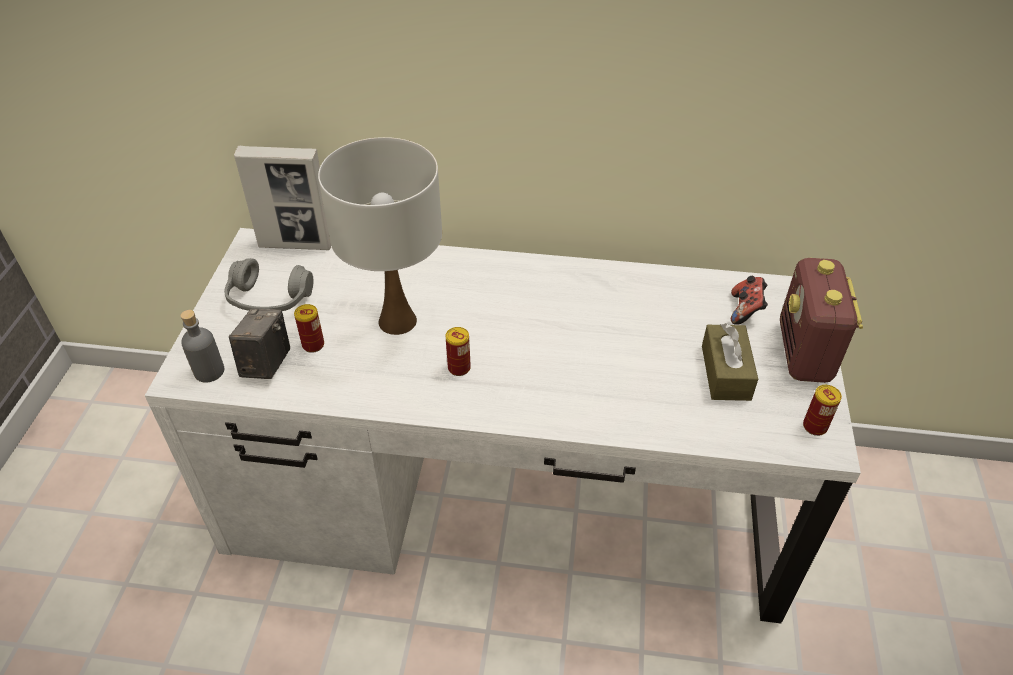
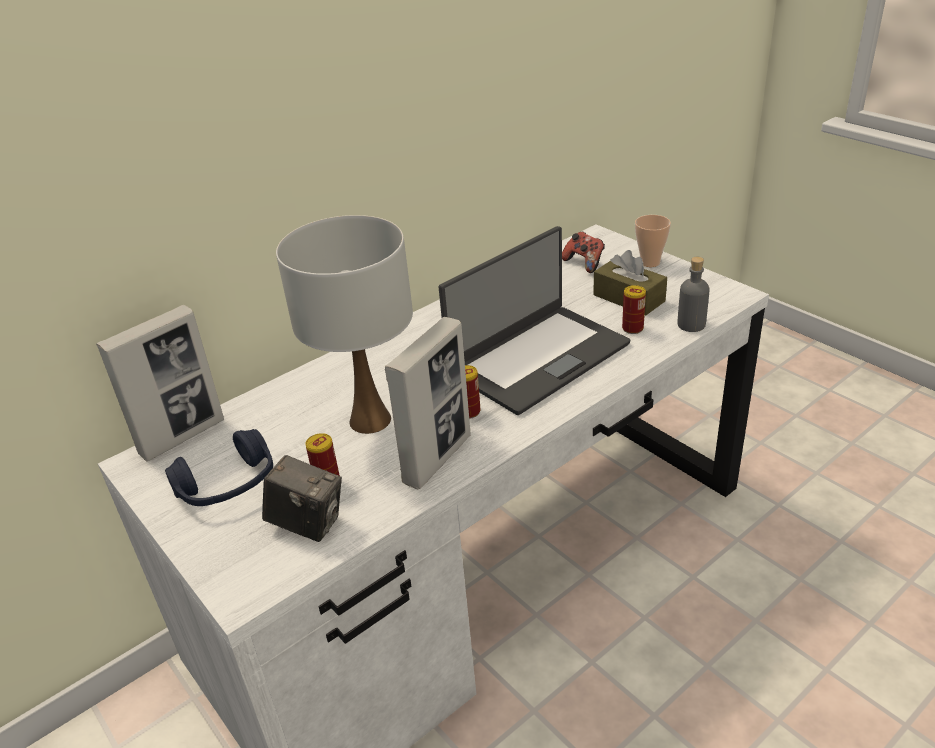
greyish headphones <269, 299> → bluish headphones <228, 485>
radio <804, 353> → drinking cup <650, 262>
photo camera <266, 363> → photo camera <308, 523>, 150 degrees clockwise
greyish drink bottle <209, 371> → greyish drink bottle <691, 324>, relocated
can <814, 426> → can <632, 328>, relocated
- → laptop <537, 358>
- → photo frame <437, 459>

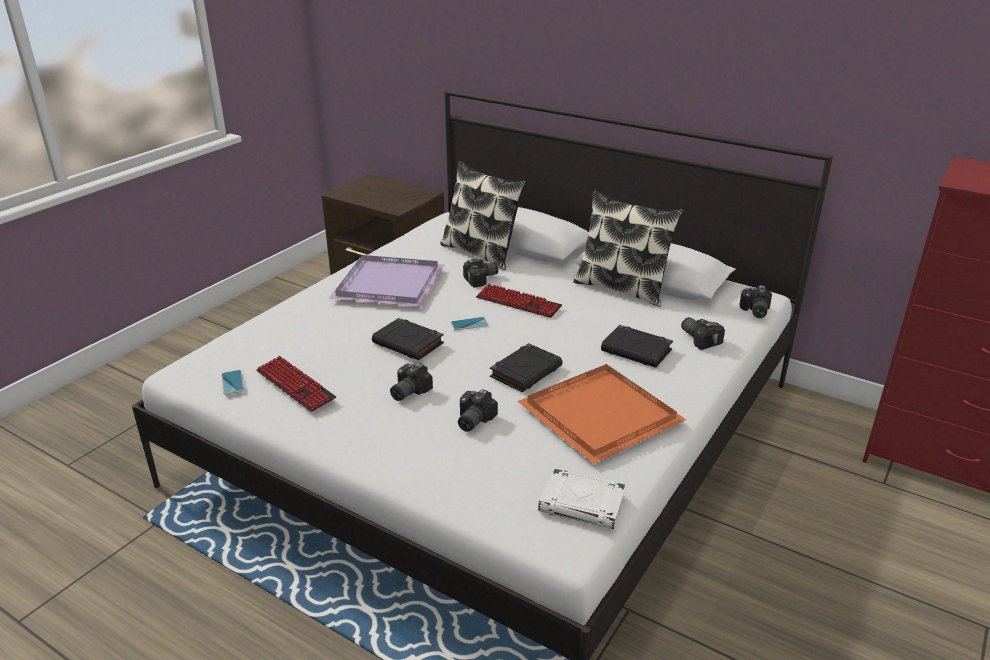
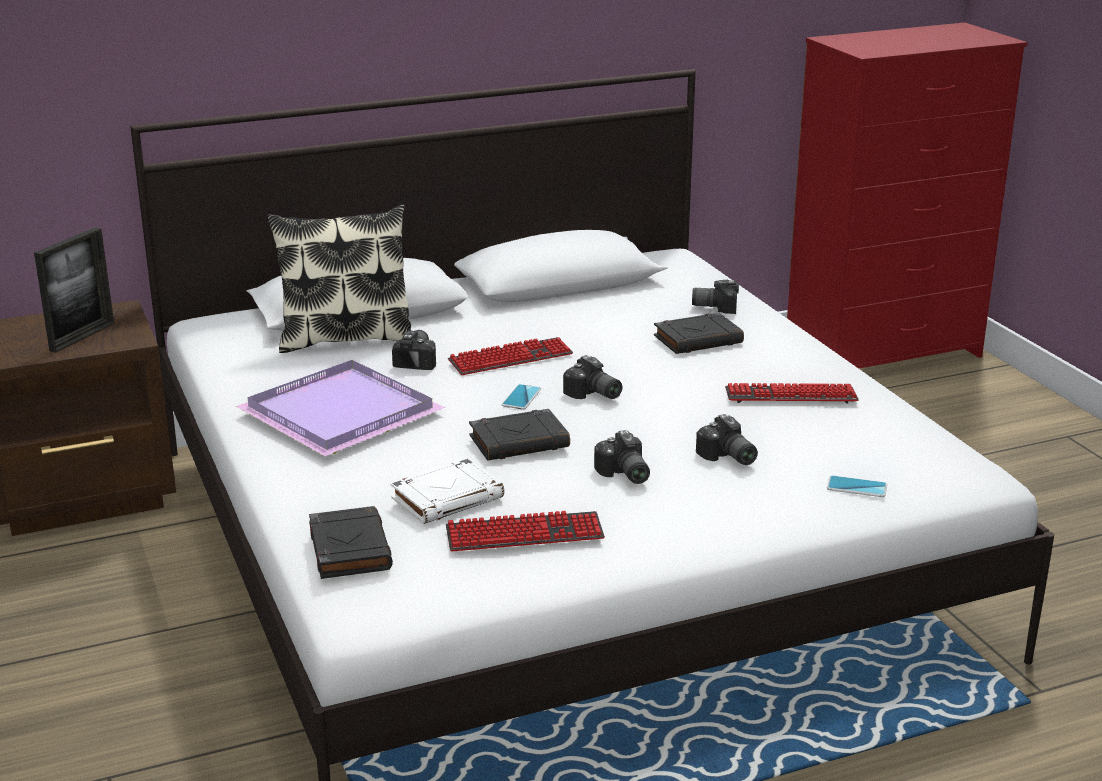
throw pillow <622, 288> → -
photo camera <754, 311> → photo camera <593, 394>, relocated
blackish book <526, 371> → blackish book <349, 549>, relocated
orange-coloured carrying tray <596, 414> → computer keyboard <790, 396>
telephone <232, 383> → telephone <856, 487>, relocated
white-coloured book <583, 504> → white-coloured book <448, 498>, relocated
- → photo frame <82, 337>

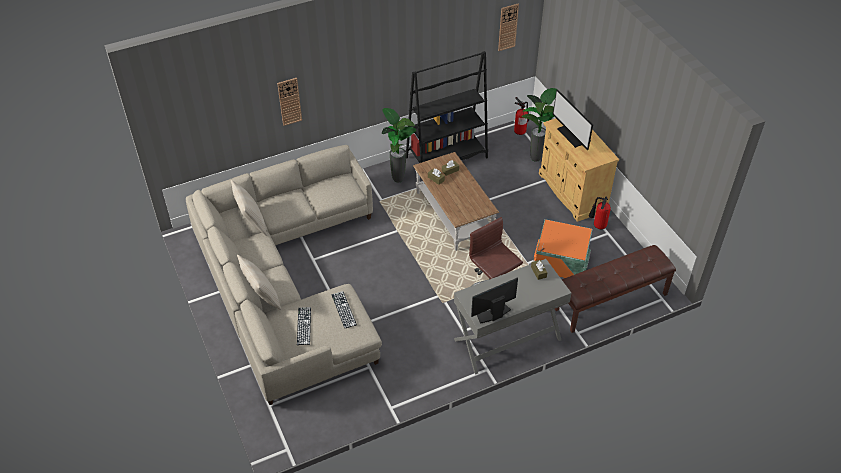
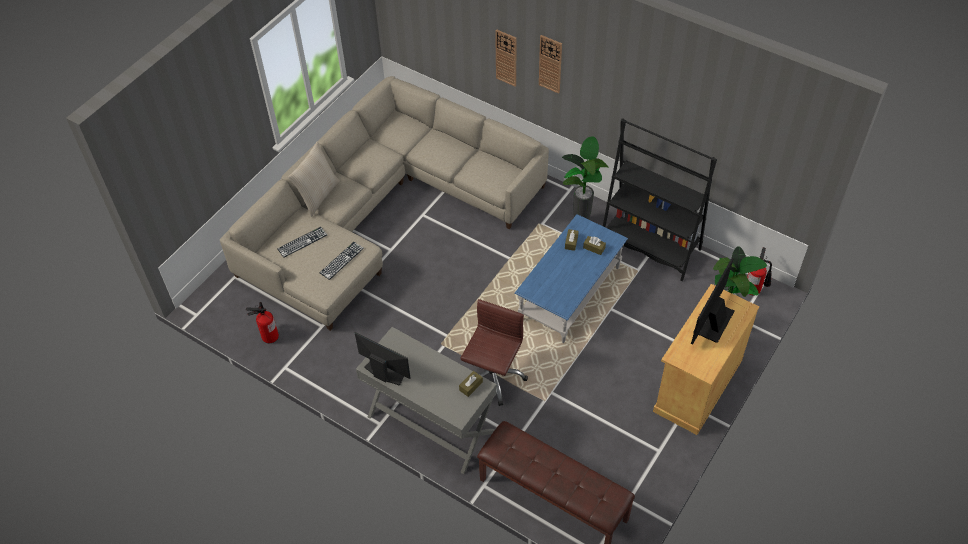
hanging clock <508, 27> → hanging clock <550, 64>, relocated
brown low table <453, 215> → bluish low table <570, 293>
beige throw pillow <251, 222> → -
fire extinguisher <597, 226> → fire extinguisher <269, 336>, relocated
orange-coloured storage box <561, 263> → -

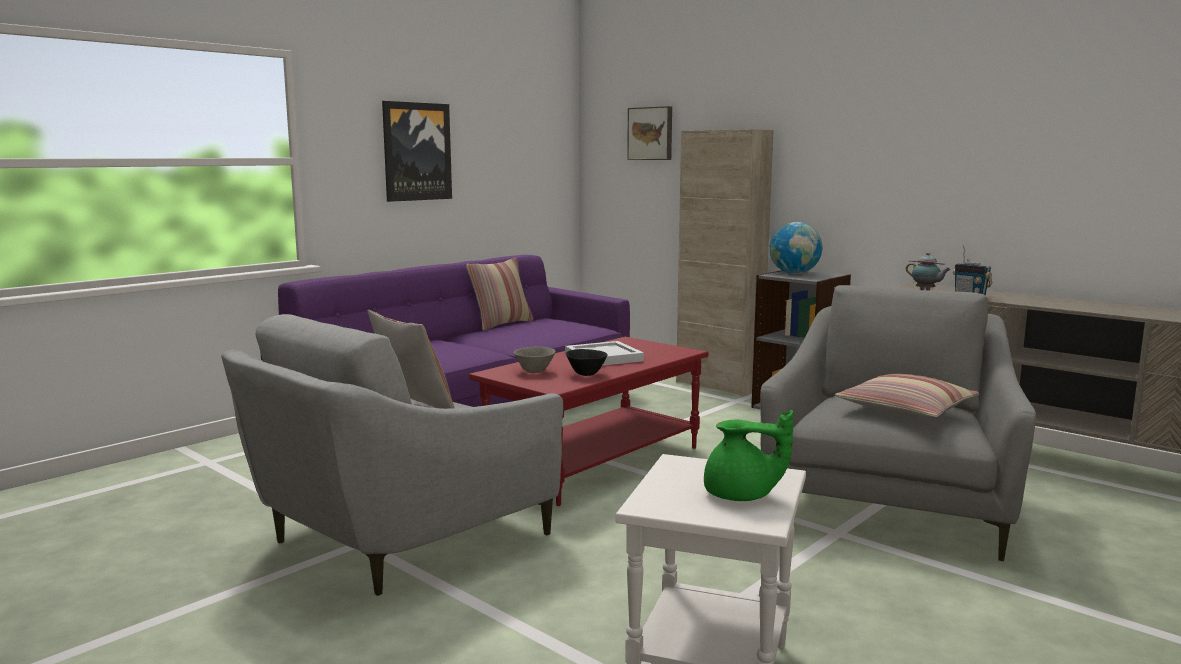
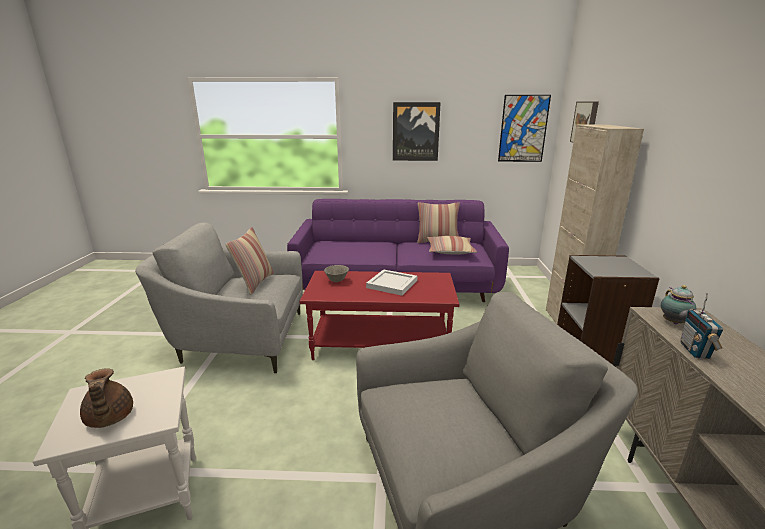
world globe <794, 273> → -
blackish deep dish <586, 374> → -
throw pillow <905, 410> → throw pillow <450, 251>, relocated
green pot for tea <741, 496> → brown pot for tea <109, 418>
- → picture <523, 129>

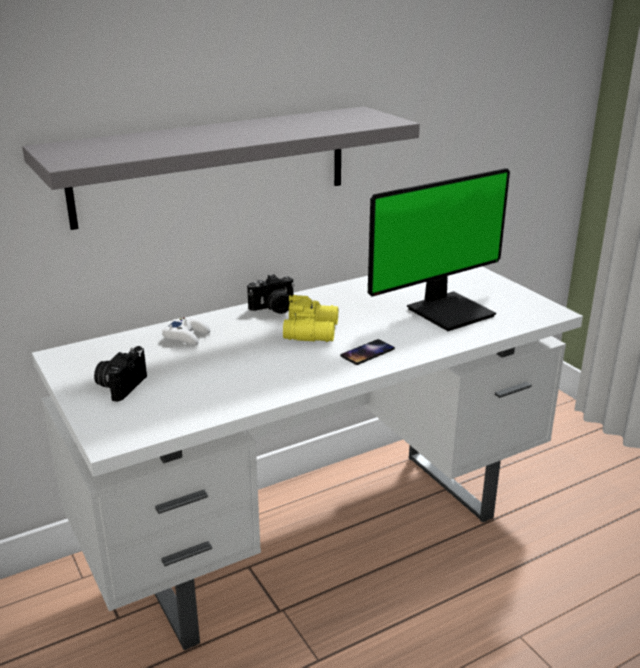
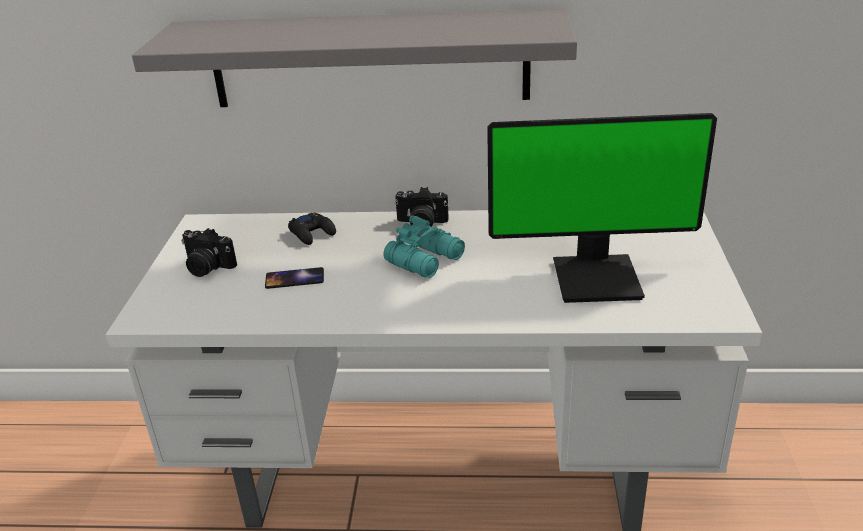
yellow field glasses <313, 331> → blue-green field glasses <427, 260>
white-coloured joypad <187, 336> → blackish joypad <312, 233>
telephone <367, 352> → telephone <294, 279>, relocated
photo camera <121, 385> → photo camera <207, 267>, 120 degrees counterclockwise

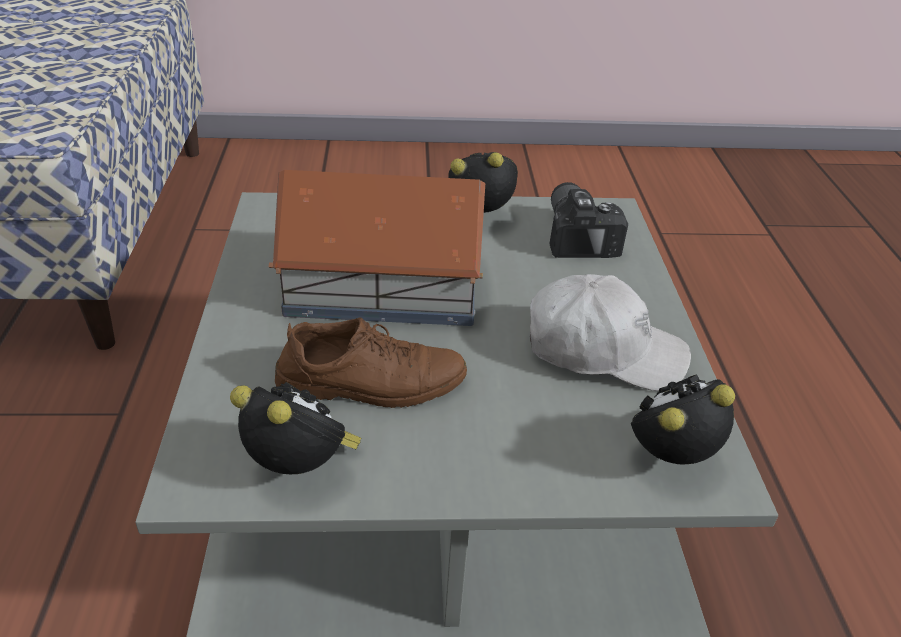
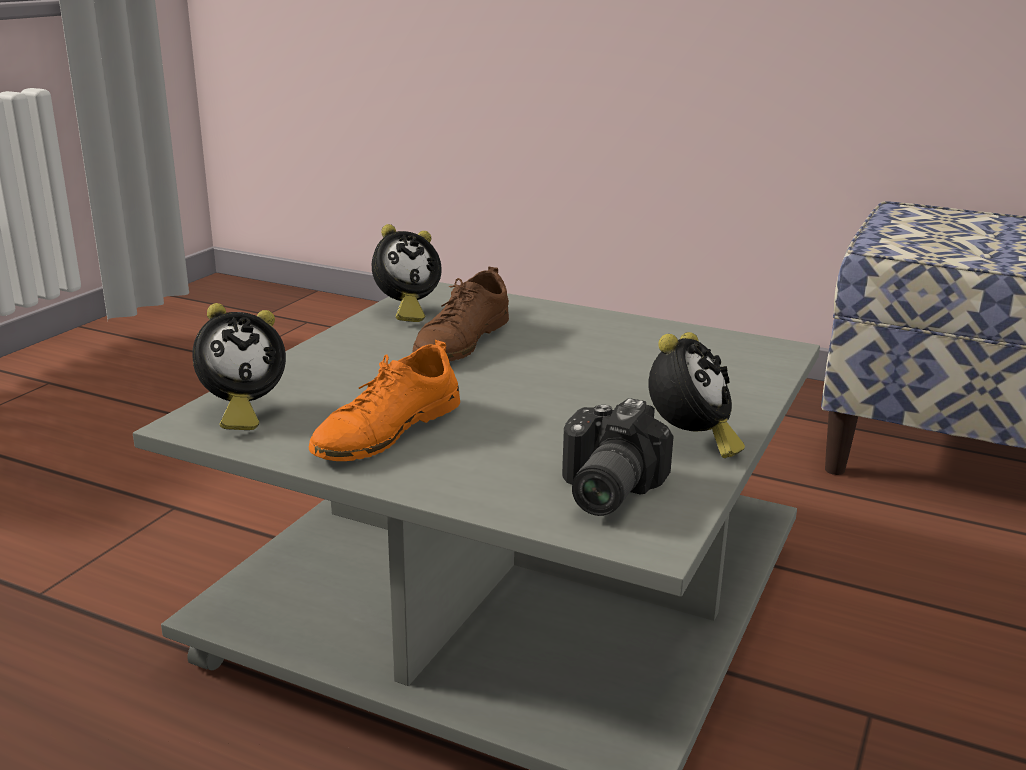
miniature house <385, 285> → -
photo camera <580, 235> → photo camera <602, 490>, 90 degrees clockwise
white-coloured cap <602, 350> → orange-coloured item of footwear <387, 430>
bedside clock <669, 456> → bedside clock <241, 412>, 60 degrees clockwise

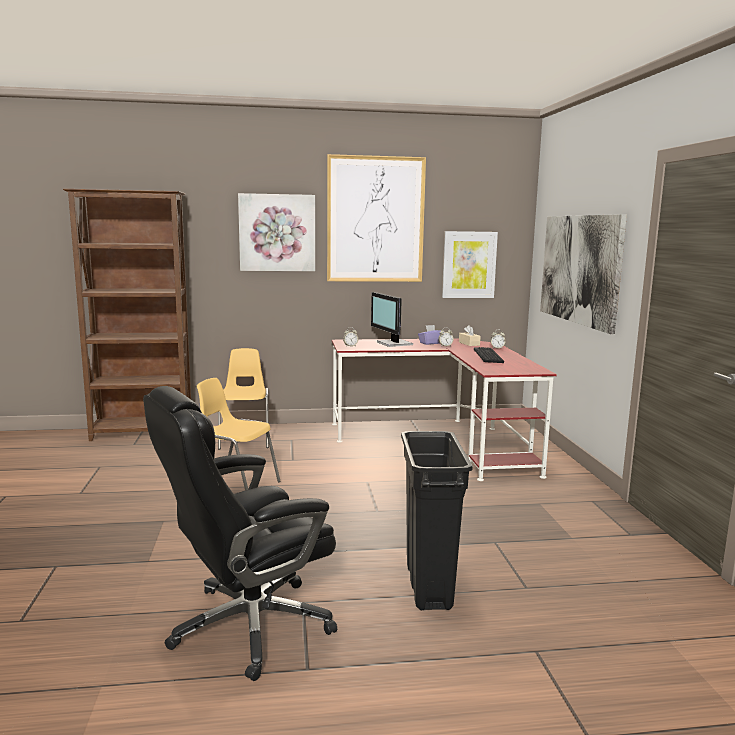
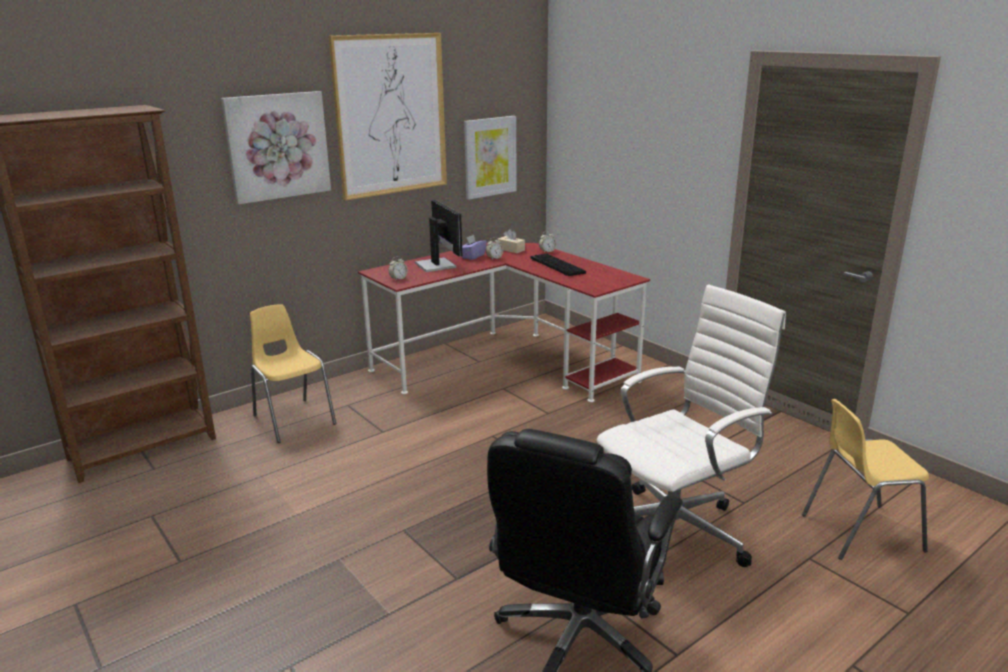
picture <579, 269> → -
computer display <393, 343> → computer display <437, 265>, 150 degrees counterclockwise
yellow plain chair <236, 486> → yellow plain chair <859, 532>, relocated
blackish waste bin <429, 587> → white-coloured desk chair <675, 532>

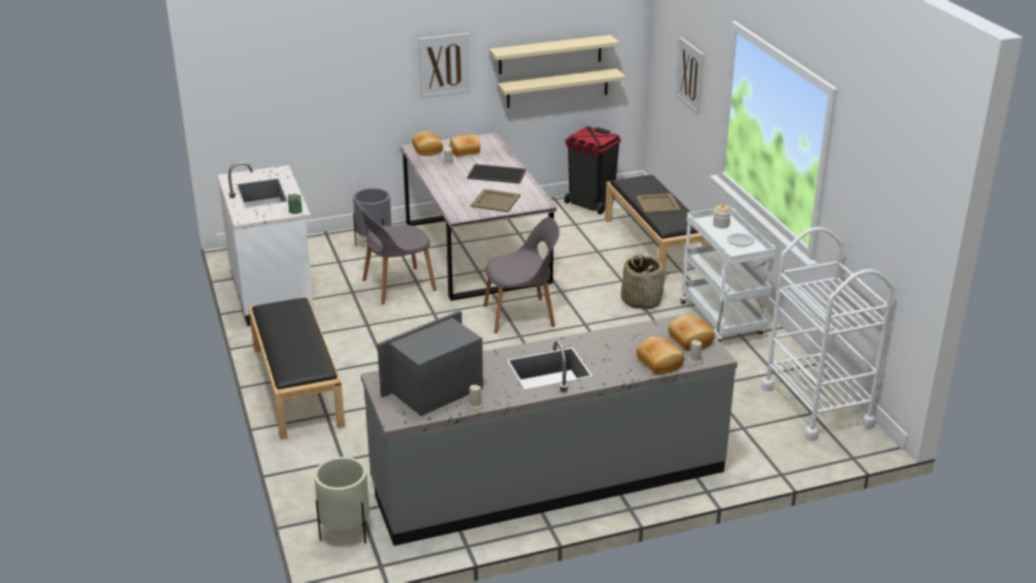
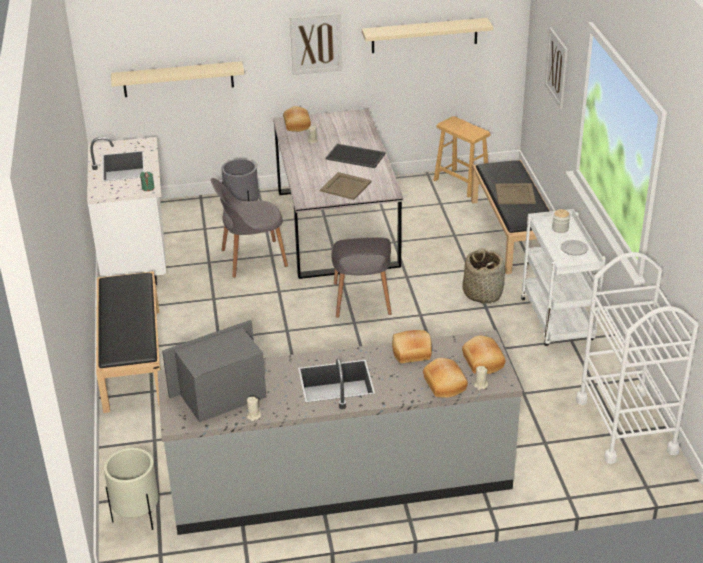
beige wall shelf <557, 88> → beige wall shelf <178, 79>, relocated
blackish waste bin <590, 204> → brown sitting stool <461, 183>
baked bread <465, 152> → baked bread <412, 353>, relocated
greyish plain chair <521, 315> → greyish plain chair <361, 300>, 90 degrees clockwise

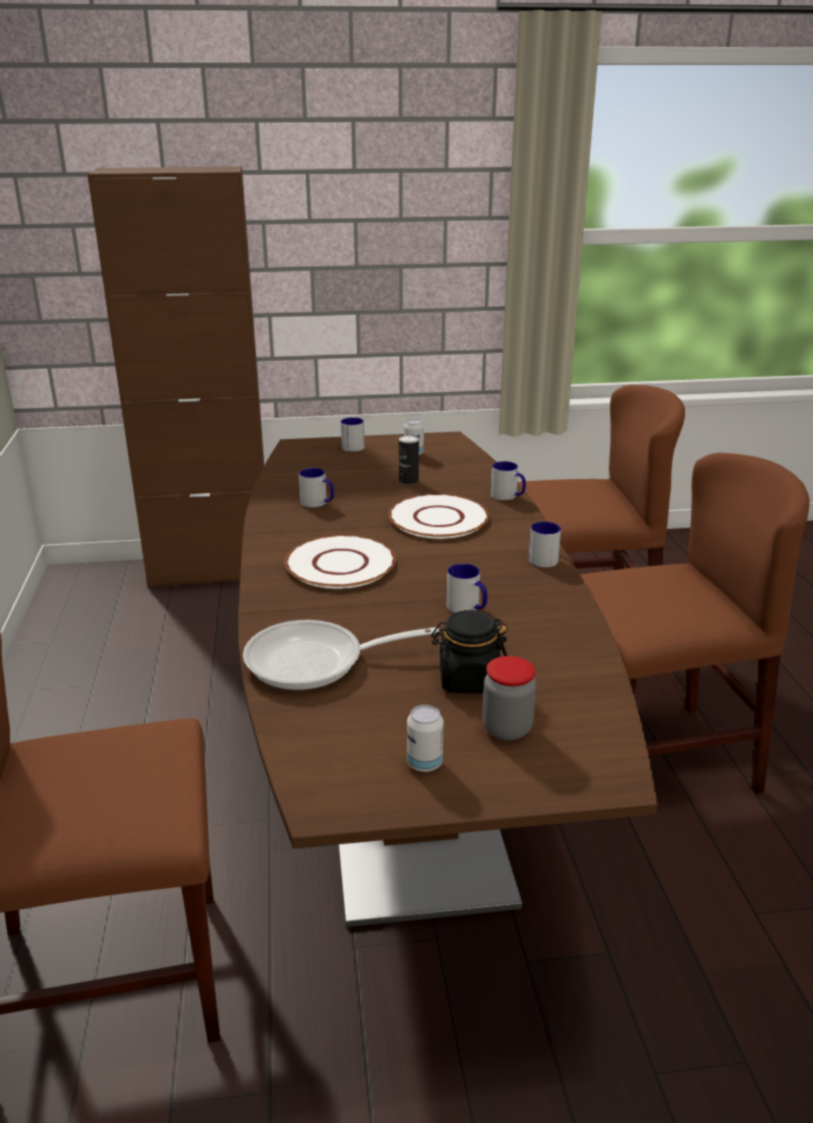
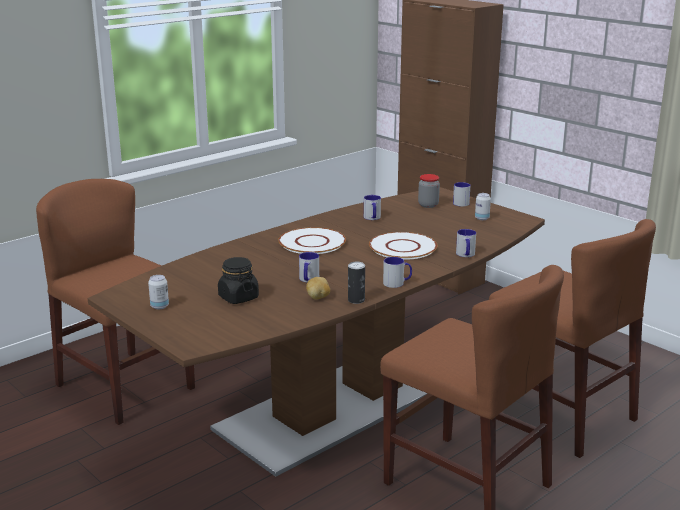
can <408, 481> → can <356, 300>, relocated
frying pan <315, 662> → -
jar <507, 728> → jar <428, 205>, relocated
- → potato <318, 298>

